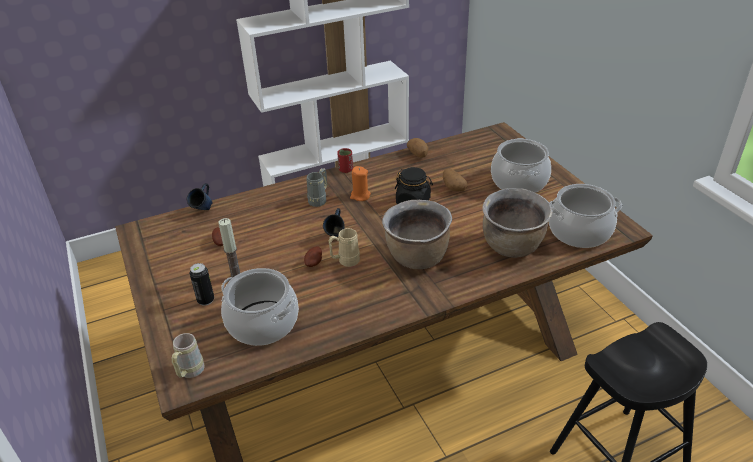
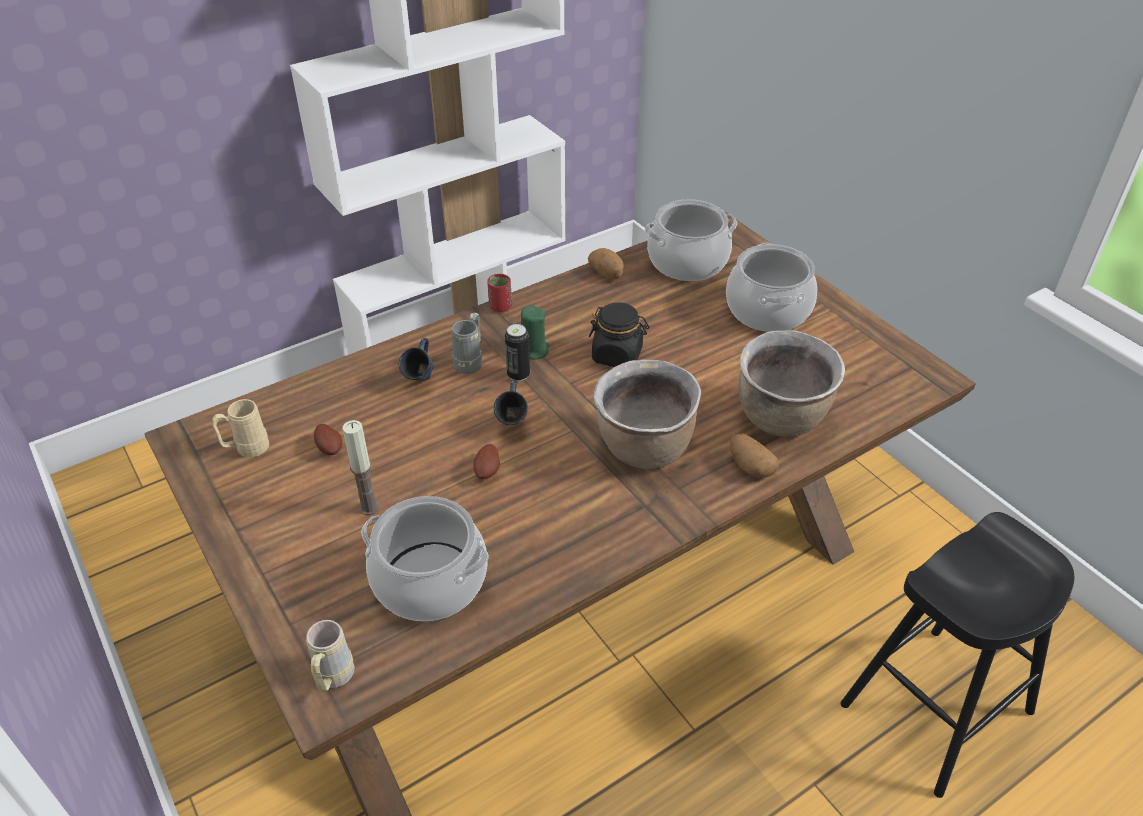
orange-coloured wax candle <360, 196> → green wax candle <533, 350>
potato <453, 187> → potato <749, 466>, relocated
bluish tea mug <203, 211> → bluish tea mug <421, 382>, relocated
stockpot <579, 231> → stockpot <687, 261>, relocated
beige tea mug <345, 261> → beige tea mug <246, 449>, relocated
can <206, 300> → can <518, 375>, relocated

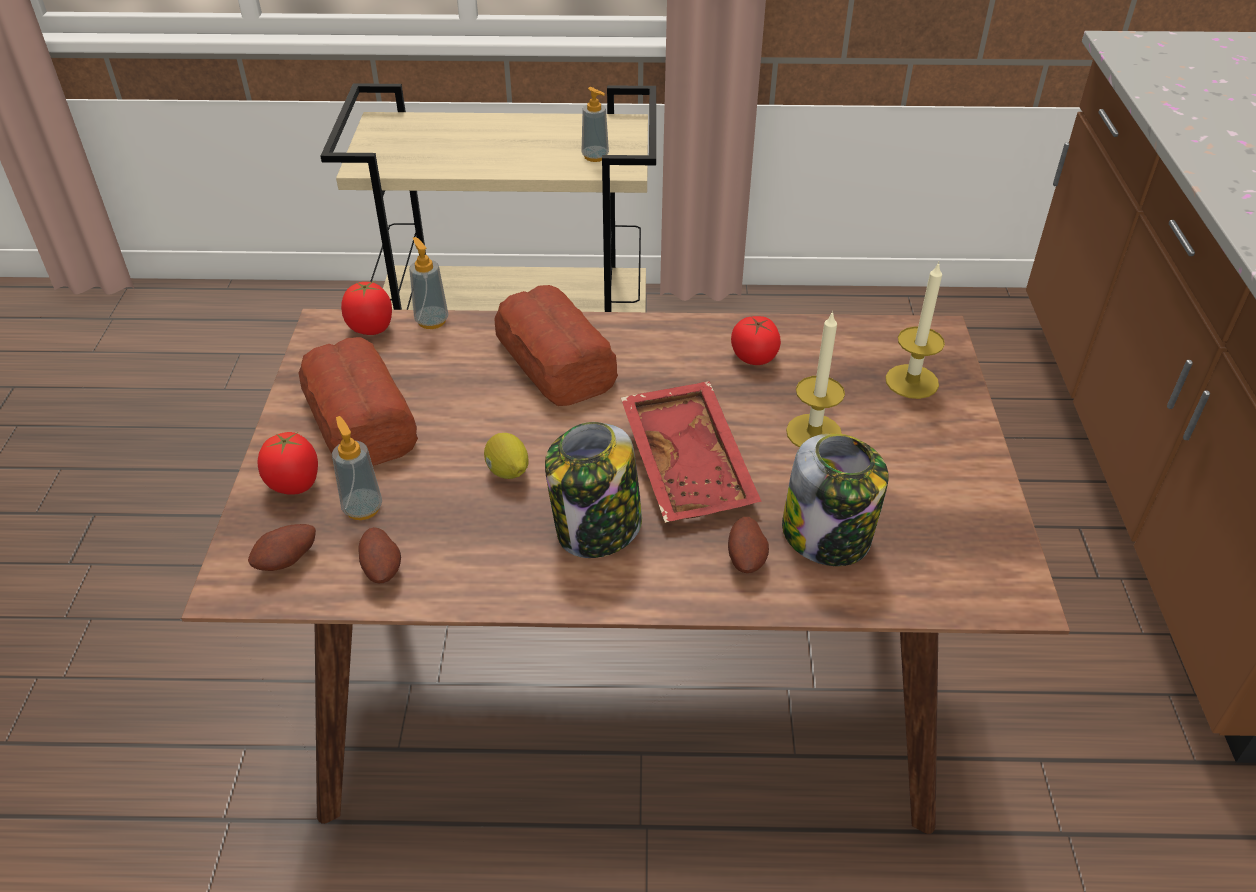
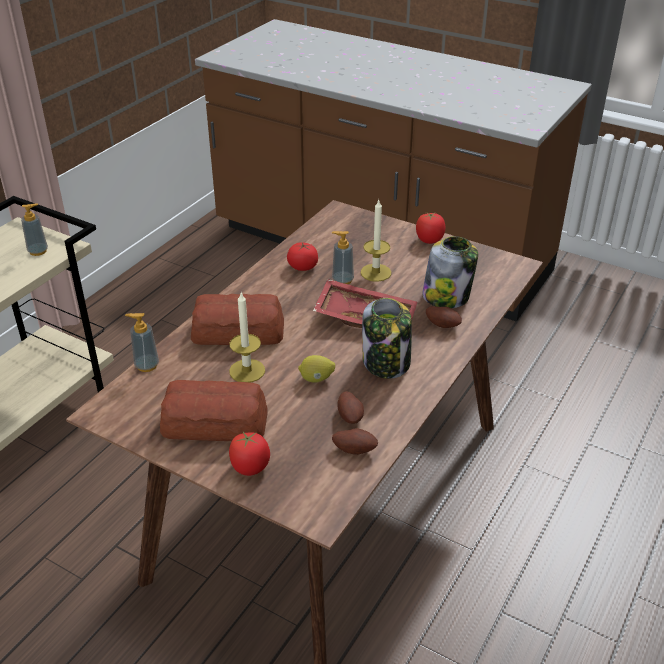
wax candle <912, 381> → wax candle <247, 371>, relocated
fresh tomato <371, 328> → fresh tomato <429, 240>, relocated
soap bottle <362, 508> → soap bottle <342, 280>, relocated
potato <288, 561> → potato <350, 416>, relocated

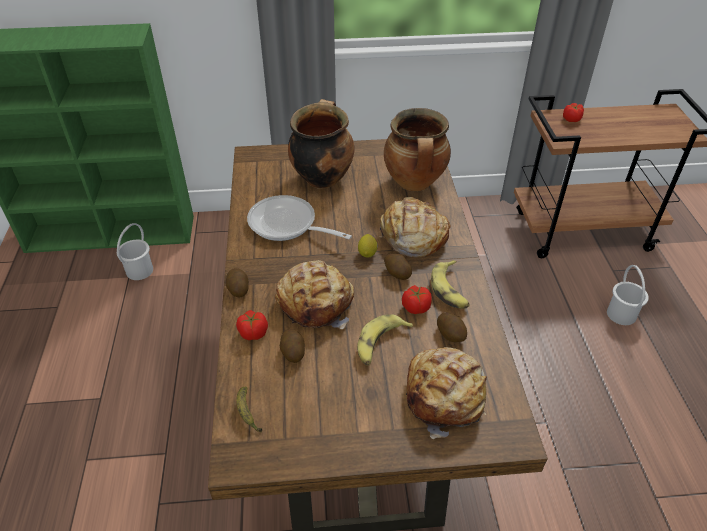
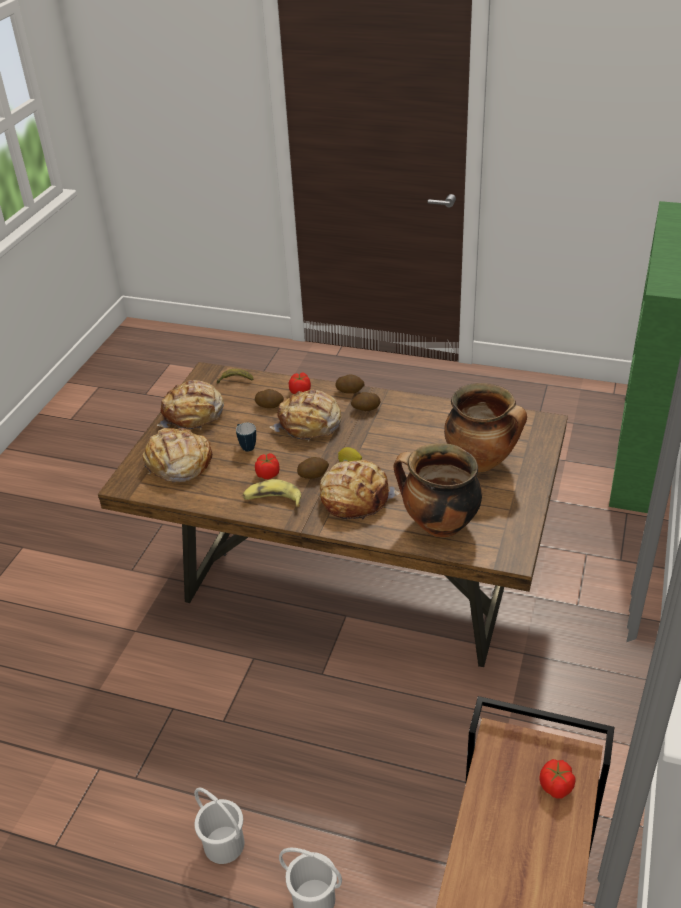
frying pan <287, 225> → -
white-coloured water bucket <139, 271> → white-coloured water bucket <224, 843>, relocated
potato <451, 334> → potato <366, 409>, relocated
banana <380, 344> → tea mug <246, 446>
- → baked bread <193, 415>

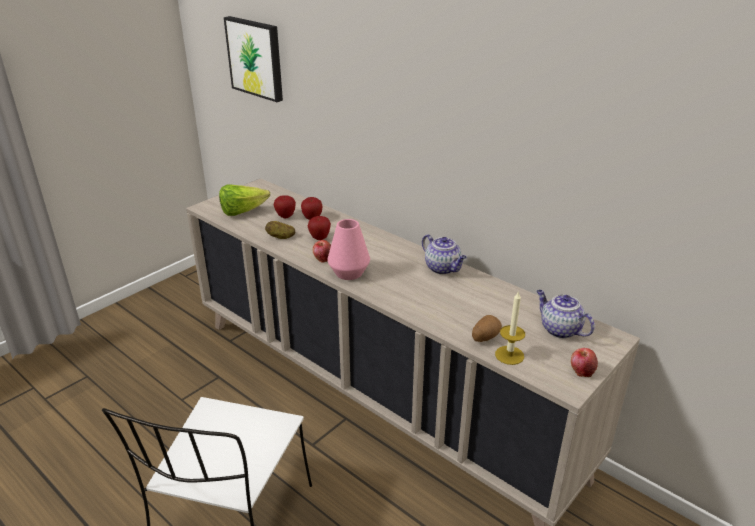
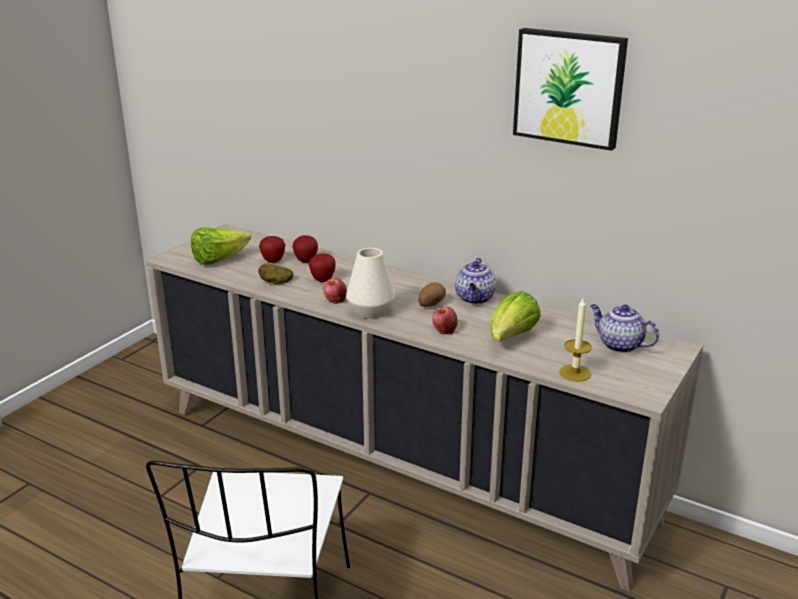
picture <256, 58> → picture <569, 87>, relocated
pinkish vase <349, 273> → white-coloured vase <371, 311>
pot for tea <443, 268> → pot for tea <475, 298>, 60 degrees clockwise
potato <484, 337> → potato <430, 304>, relocated
apple <582, 371> → apple <444, 330>, relocated
- → lettuce <511, 338>

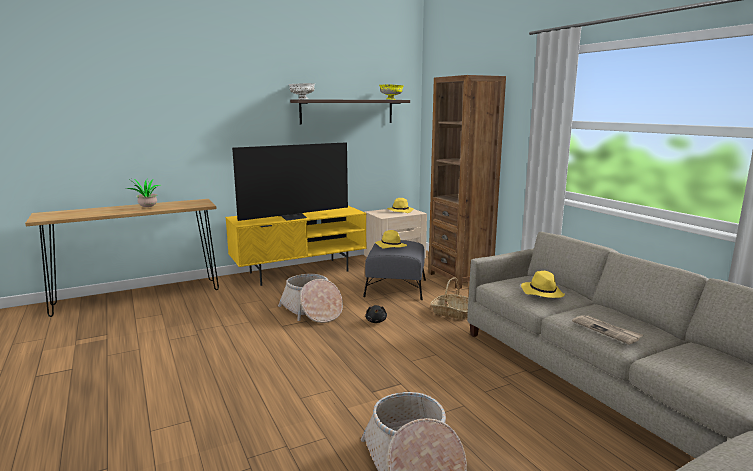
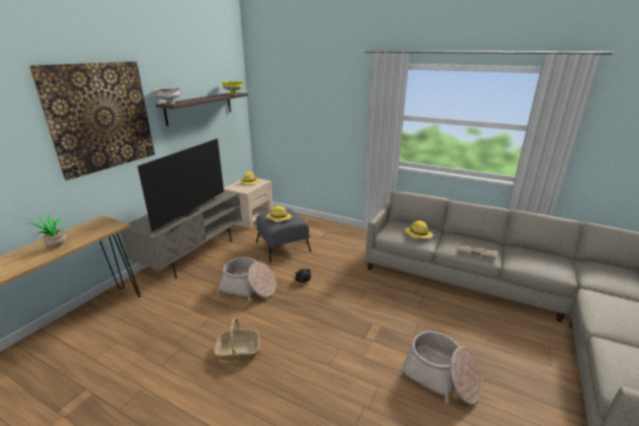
brown bookcase <460, 277> → -
yellow tv unit <299, 271> → greyish tv unit <193, 253>
basket <452, 312> → basket <238, 351>, relocated
- → picture <101, 117>

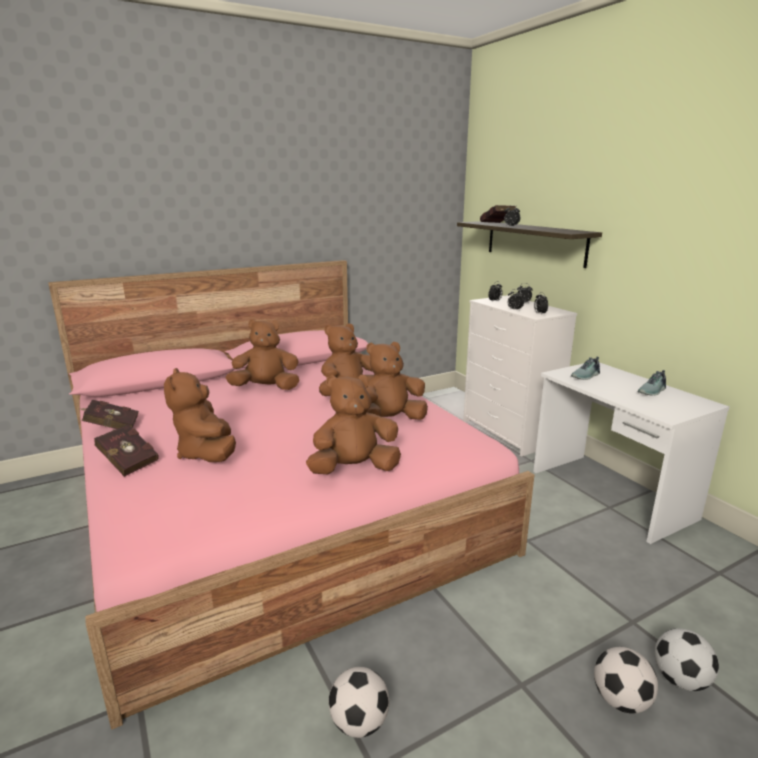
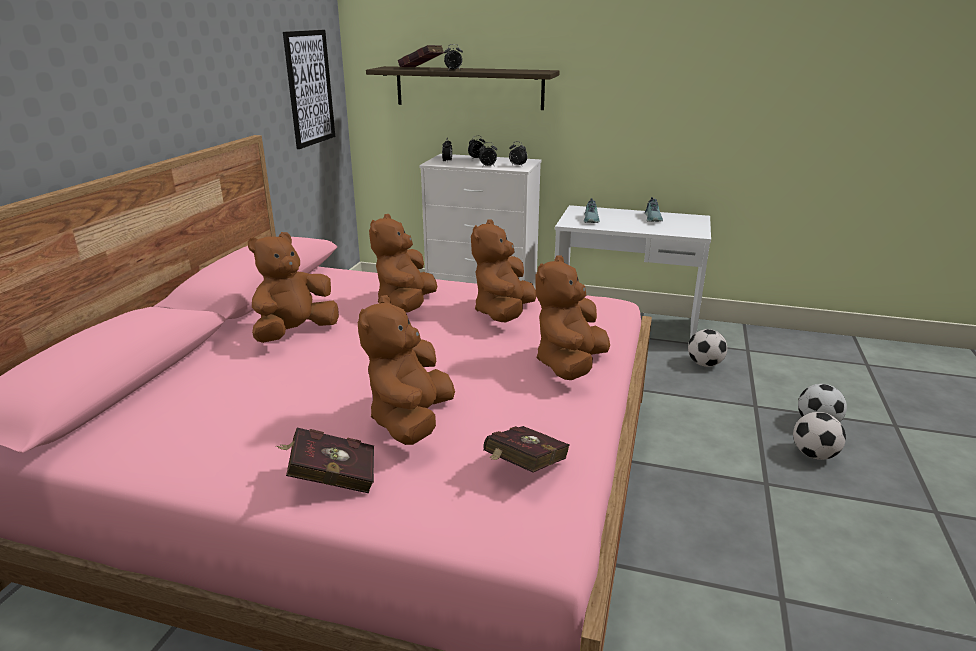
brown soft toy <207, 454> → brown soft toy <411, 421>, 75 degrees clockwise
reddish book <111, 427> → reddish book <523, 468>, relocated
football ball <359, 722> → football ball <704, 364>, relocated
- → picture <309, 88>

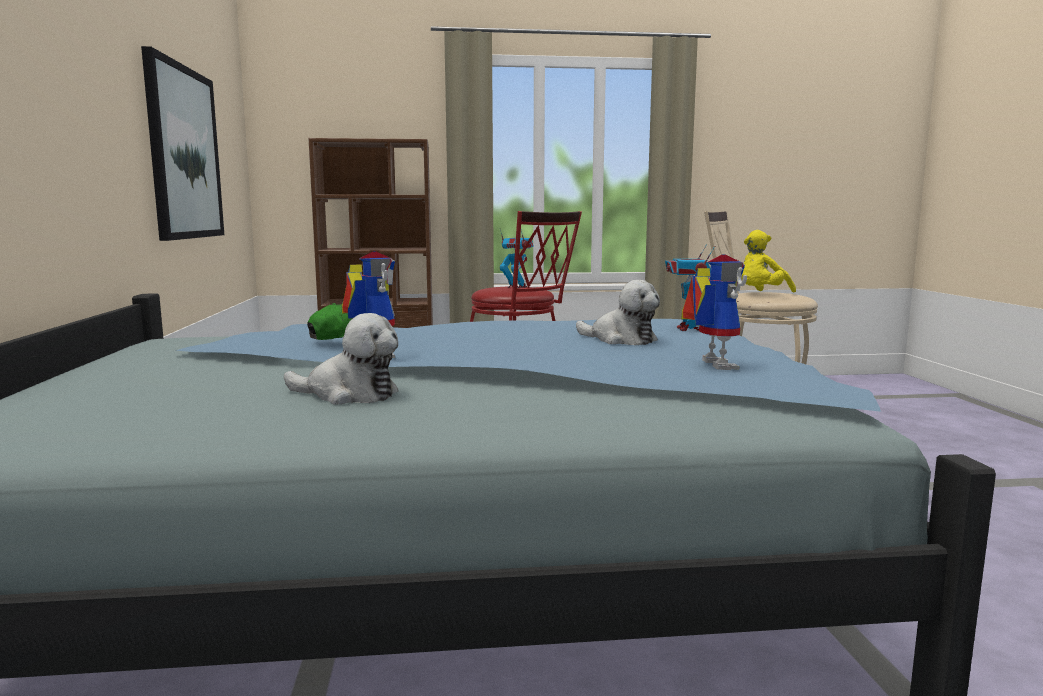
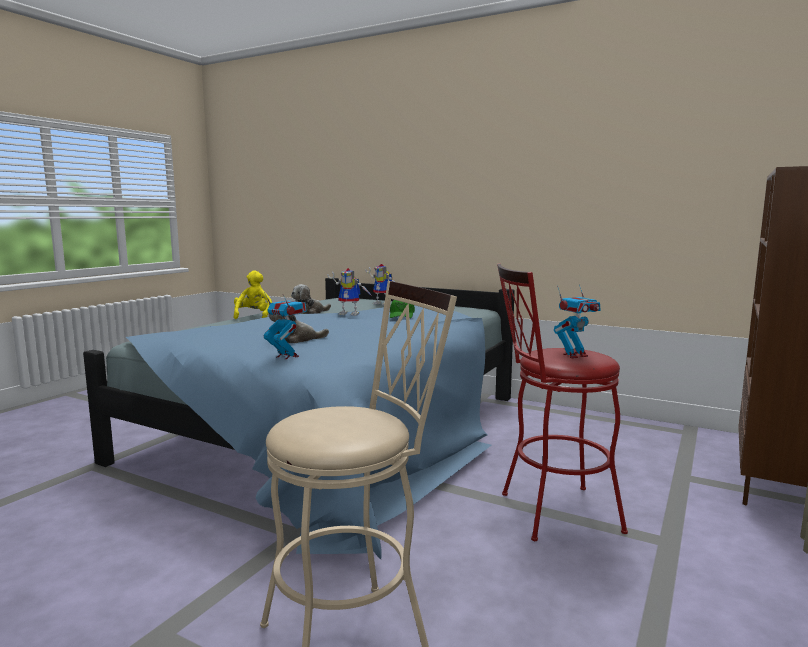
picture <184, 153> → -
yellow soft toy <761, 294> → yellow soft toy <253, 316>, relocated
toy robot <710, 364> → toy robot <384, 304>, relocated

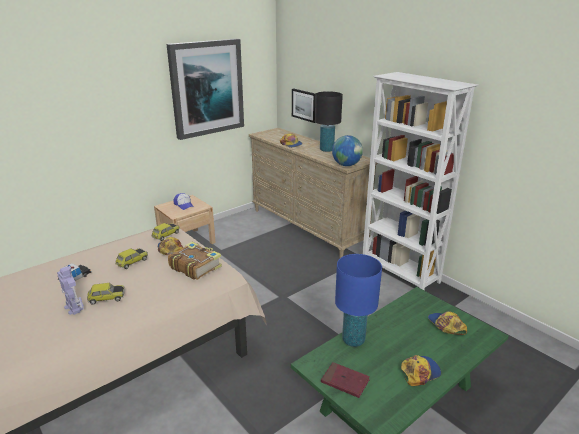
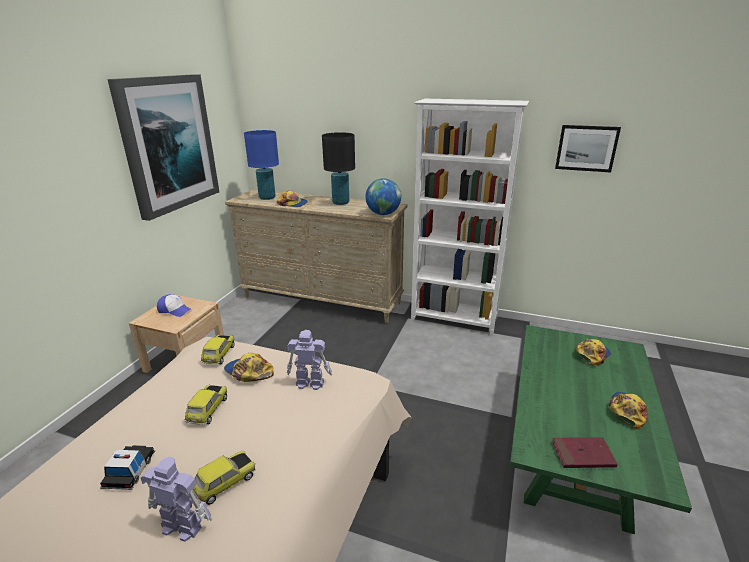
picture <304, 105> → picture <586, 148>, relocated
book <195, 266> → toy robot <309, 383>
bluish tabletop lamp <353, 340> → bluish tabletop lamp <267, 198>, relocated
cap <446, 325> → cap <592, 354>, 105 degrees clockwise

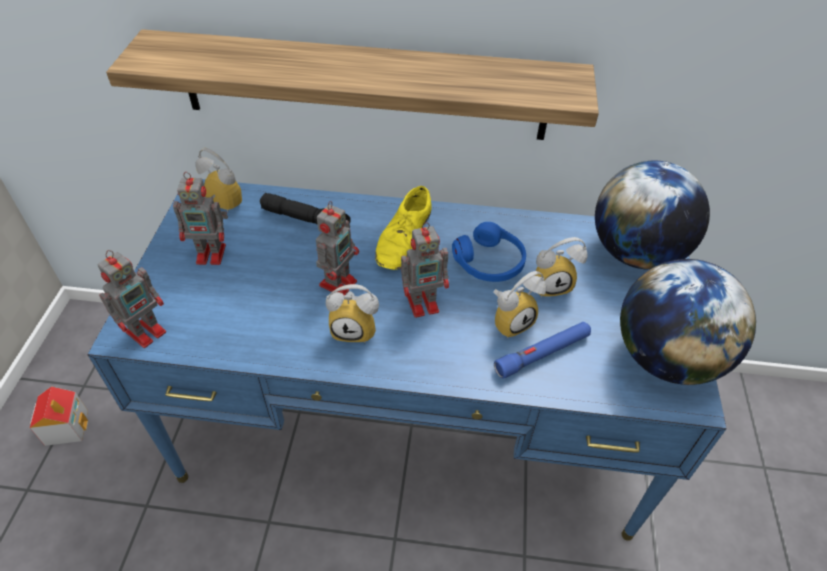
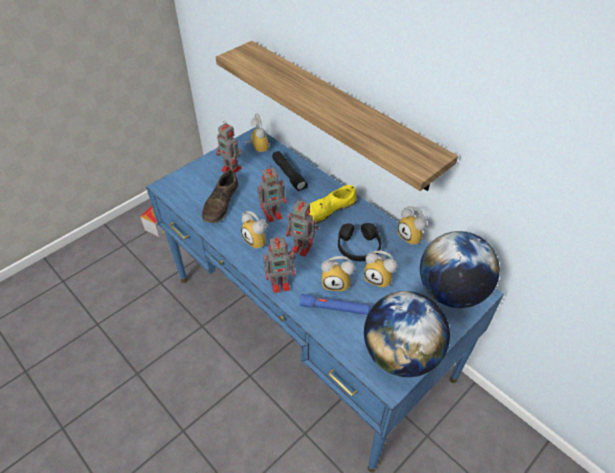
bluish headphones <489, 262> → blackish headphones <358, 247>
toy robot <147, 330> → toy robot <281, 283>, relocated
- → brown item of footwear <221, 203>
- → bedside clock <412, 237>

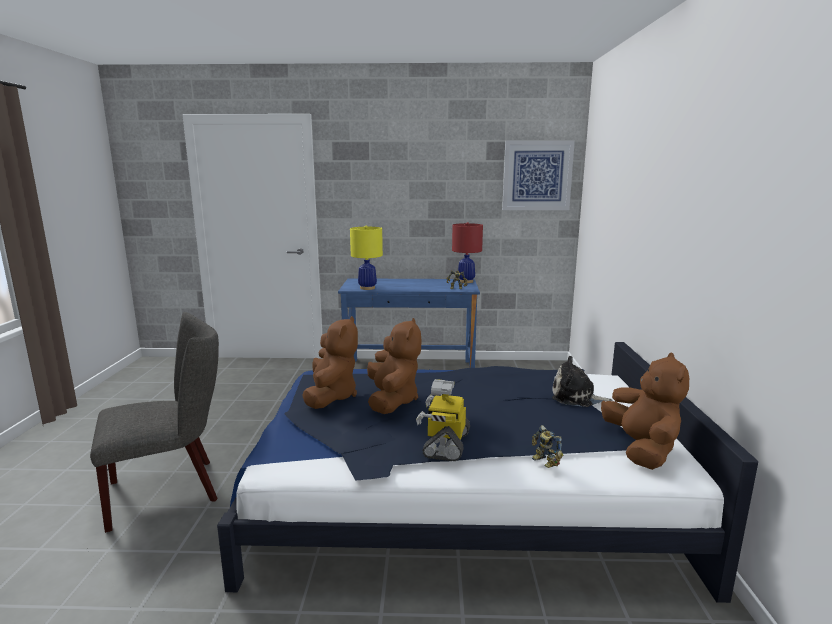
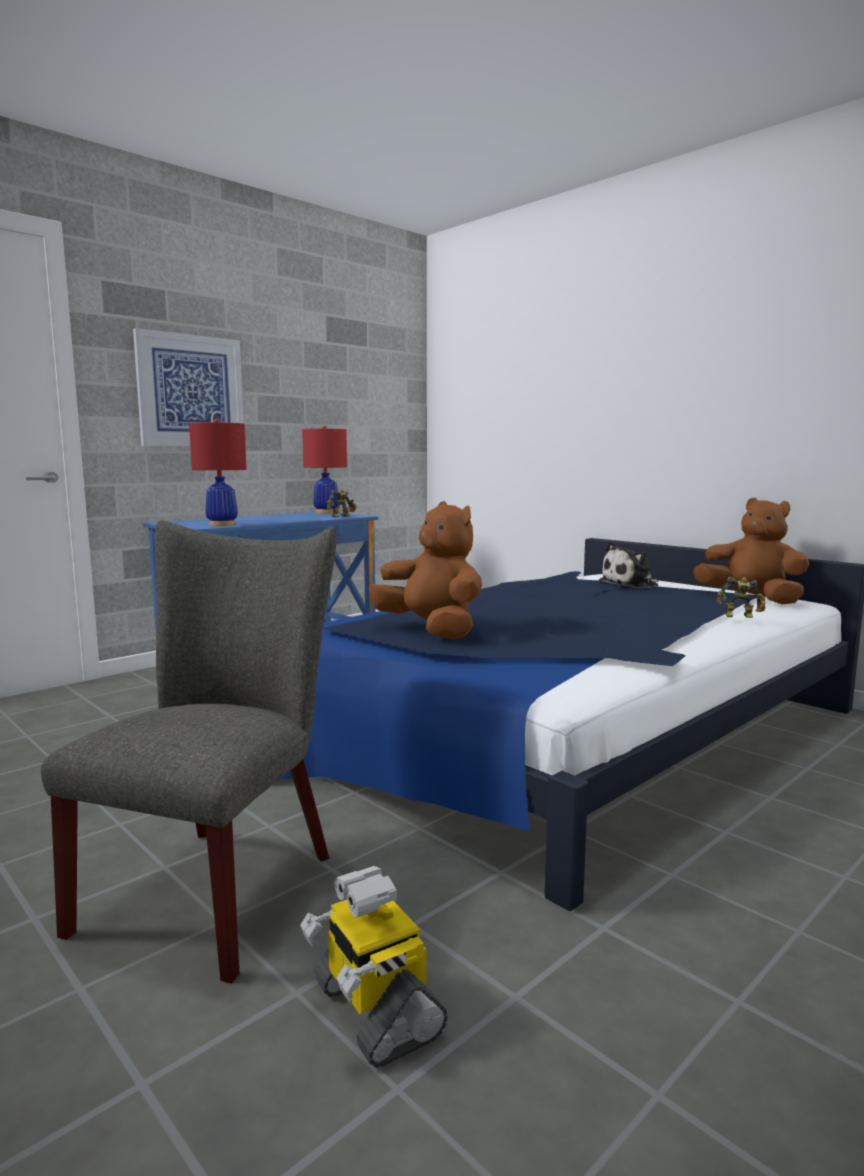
picture <537, 175> → picture <191, 391>, relocated
yellow tabletop lamp <367, 288> → reddish tabletop lamp <222, 525>
brown soft toy <392, 400> → -
toy robot <445, 444> → toy robot <374, 1009>, relocated

